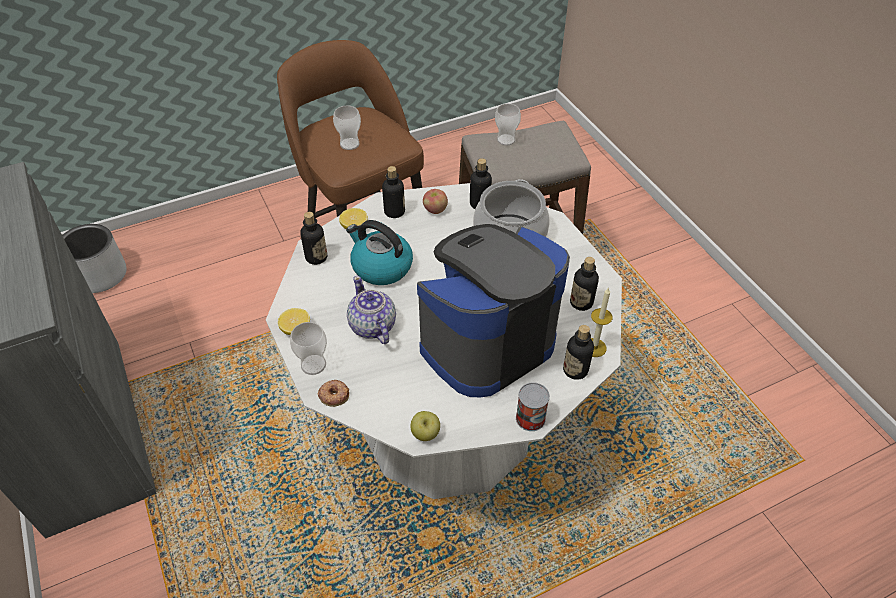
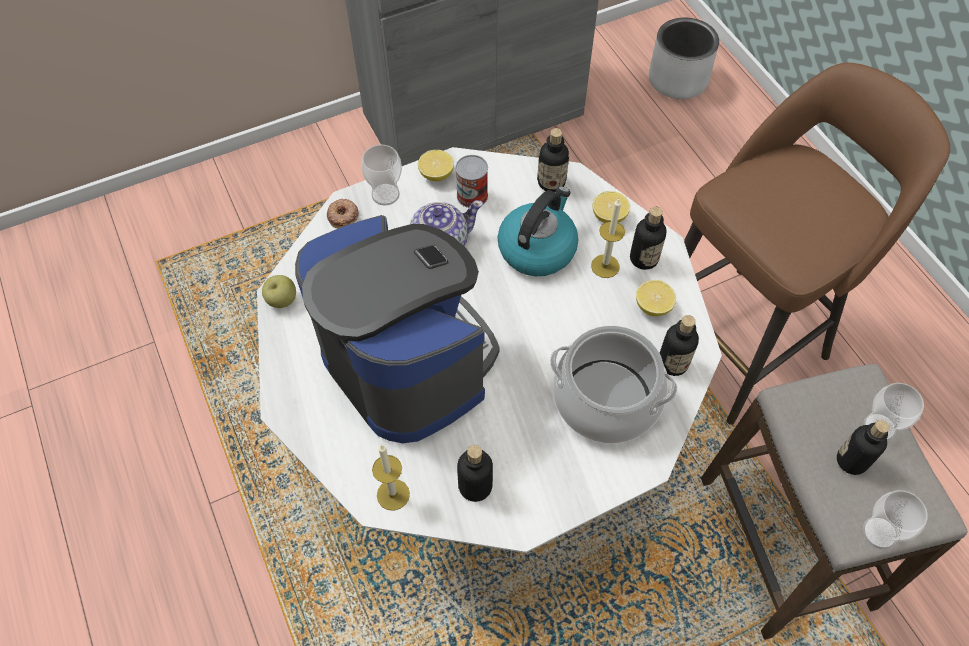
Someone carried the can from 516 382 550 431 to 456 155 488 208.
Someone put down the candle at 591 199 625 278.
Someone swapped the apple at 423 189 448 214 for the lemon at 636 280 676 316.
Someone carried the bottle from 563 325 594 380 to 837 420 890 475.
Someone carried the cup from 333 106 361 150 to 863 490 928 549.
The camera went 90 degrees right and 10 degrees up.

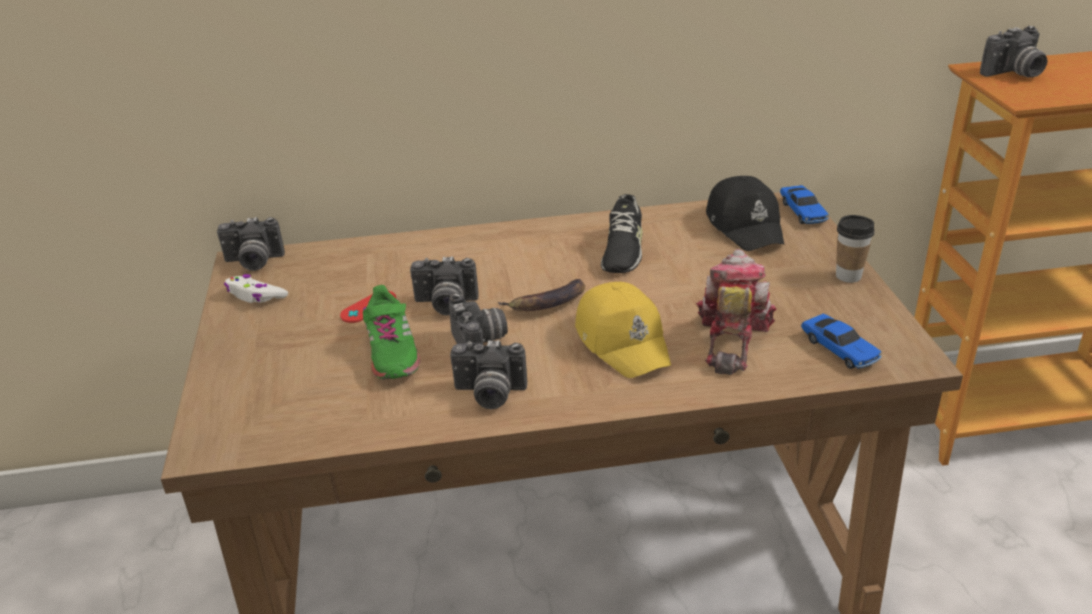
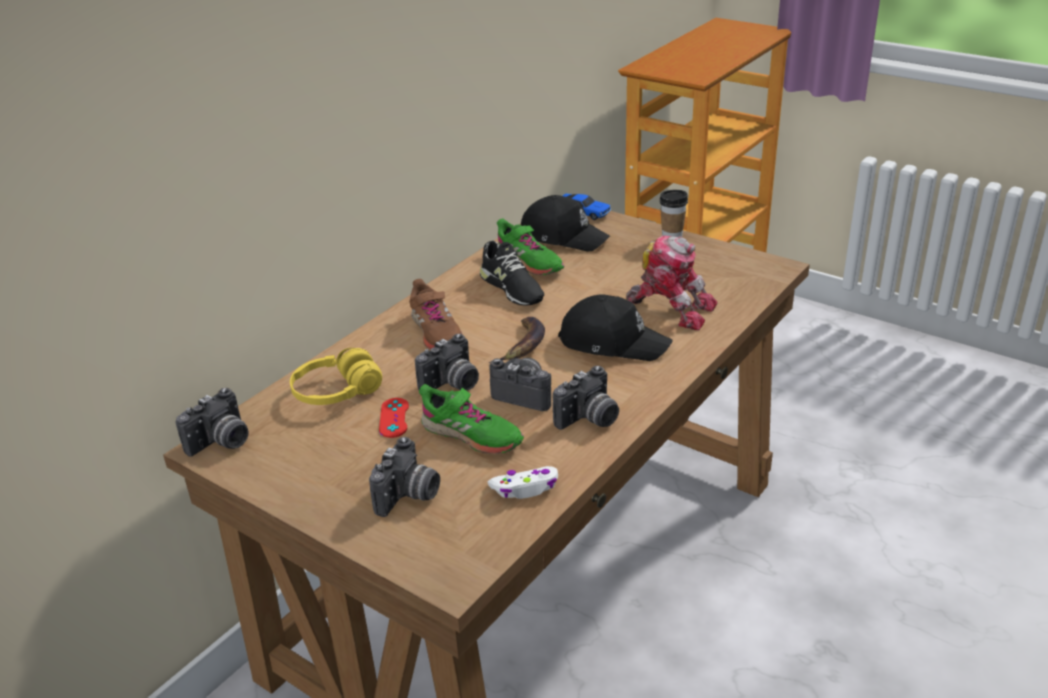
Someone put down the headphones (yellow) at 290 348 382 405.
Someone carried the photo camera from 980 26 1048 77 to 369 437 440 517.
Someone put down the shoe (brown) at 409 279 462 350.
Someone carried the game controller (white) from 224 274 288 303 to 488 466 558 499.
Someone put down the shoe (green) at 497 218 565 275.
Someone repainted the cap (yellow) at 575 282 671 378, which became the cap (black) at 558 294 672 361.
Someone rotated the toy robot at 696 249 777 375 by 150 degrees clockwise.
Someone took away the toy car at 801 314 882 369.
The camera went 45 degrees left and 0 degrees up.

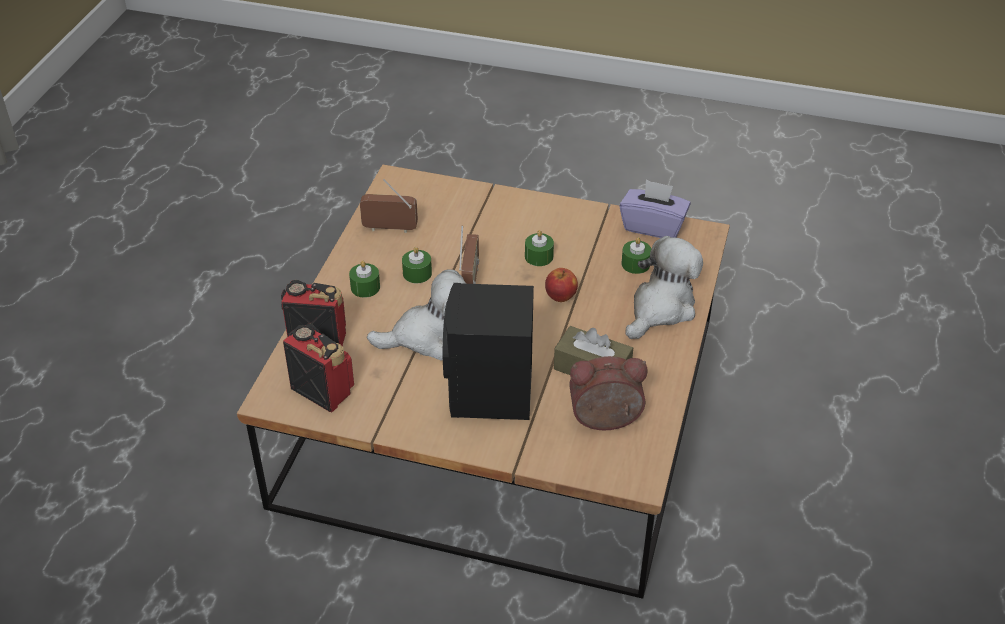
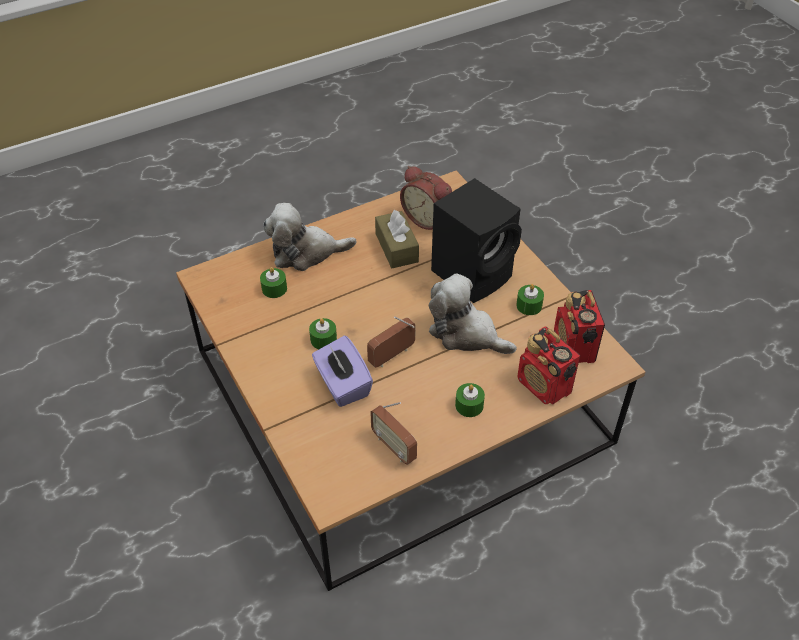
Someone carried the tissue box (purple) from 619 180 691 238 to 312 336 373 407.
Someone carried the candle (green) from 402 247 432 283 to 516 284 544 315.
Someone took away the apple at 545 268 578 302.
The camera went 135 degrees left and 5 degrees up.

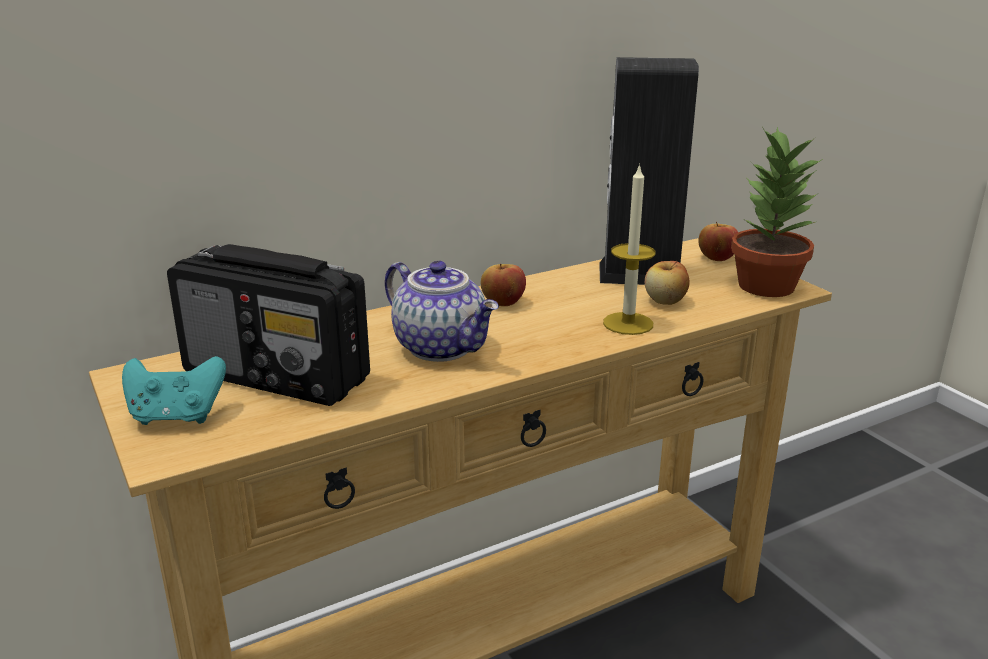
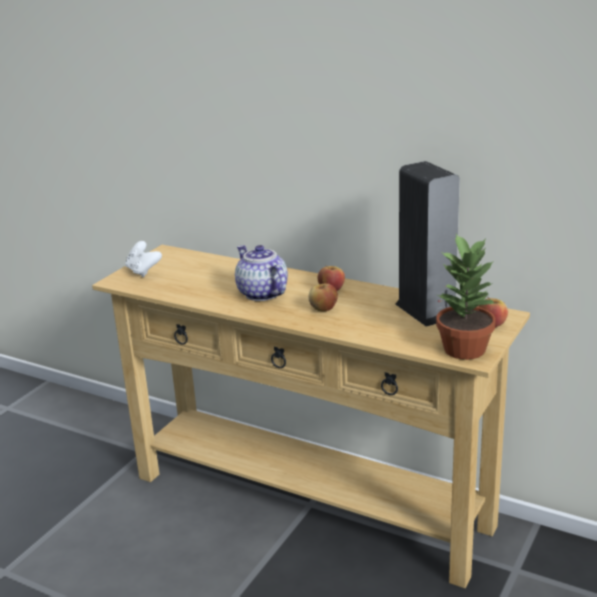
Someone repainted the game controller (turquoise) at 122 356 226 425, which became the game controller (white) at 125 241 162 277.
Someone rotated the teapot at 385 261 499 362 by 135 degrees clockwise.
Someone carried the apple from 645 261 690 305 to 308 283 338 311.
Someone took away the radio at 167 244 370 406.
Someone took away the candle at 603 163 656 335.
The camera went 60 degrees right and 0 degrees up.

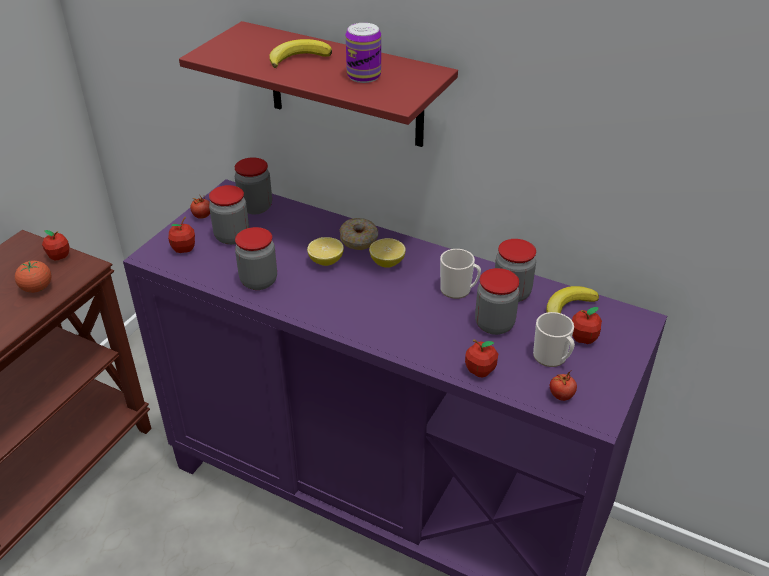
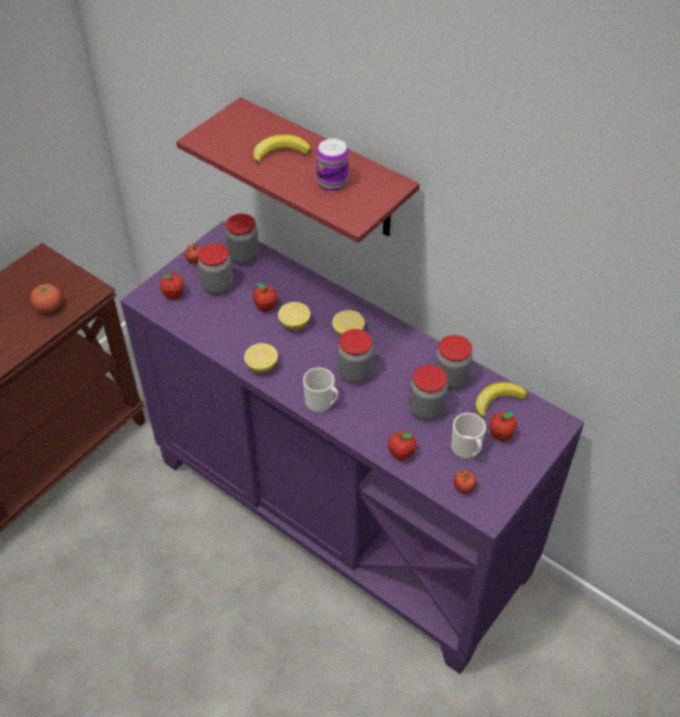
Someone put down the lemon at 244 343 278 372.
Someone carried the apple from 42 230 69 260 to 253 283 277 312.
Someone carried the mug from 440 249 481 299 to 303 367 339 413.
Someone carried the jar from 235 227 277 290 to 338 329 373 384.
Someone took away the donut at 340 218 378 250.
The camera went 10 degrees right and 10 degrees up.

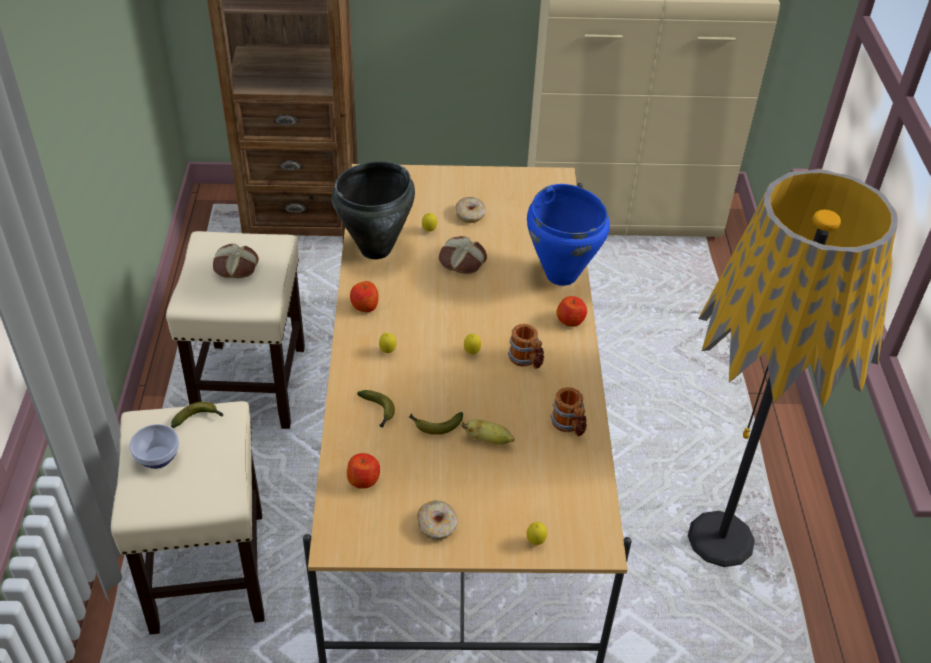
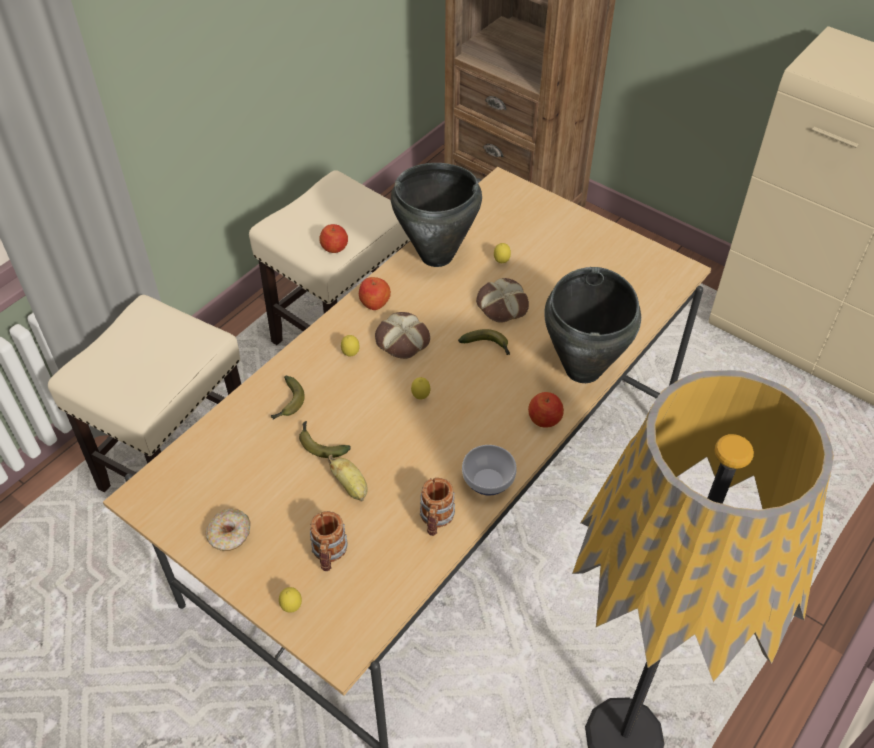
Someone carried the mug from 508 324 544 369 to 310 511 348 571.
Someone carried the apple from 347 453 380 489 to 319 224 348 253.
Someone carried the bread from 213 244 259 278 to 375 312 430 359.
Someone carried the banana from 171 402 224 428 to 458 329 510 355.
Someone carried the bowl from 129 424 179 469 to 462 445 517 496.
Someone repainted the cooking pot (blue) at 527 184 610 286, which became the cooking pot (black) at 544 267 641 383.
Someone took away the donut at 456 197 486 223.
The camera went 40 degrees right and 5 degrees up.

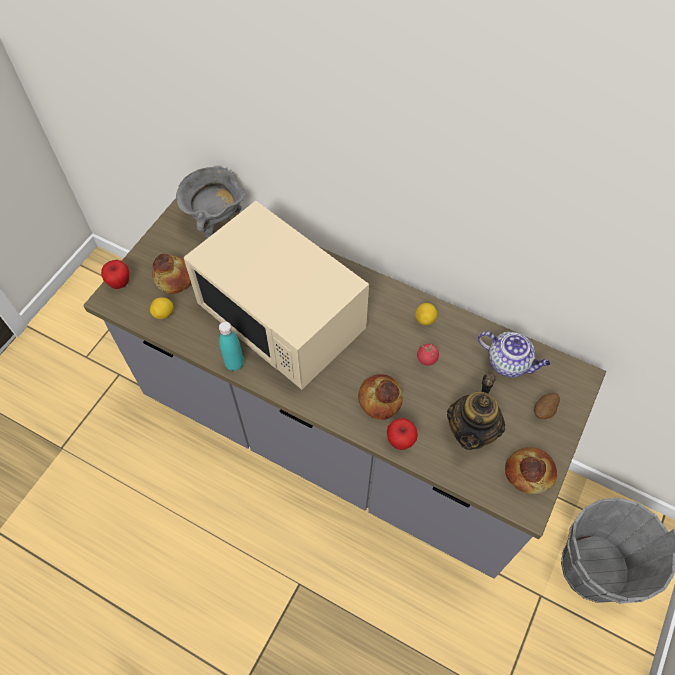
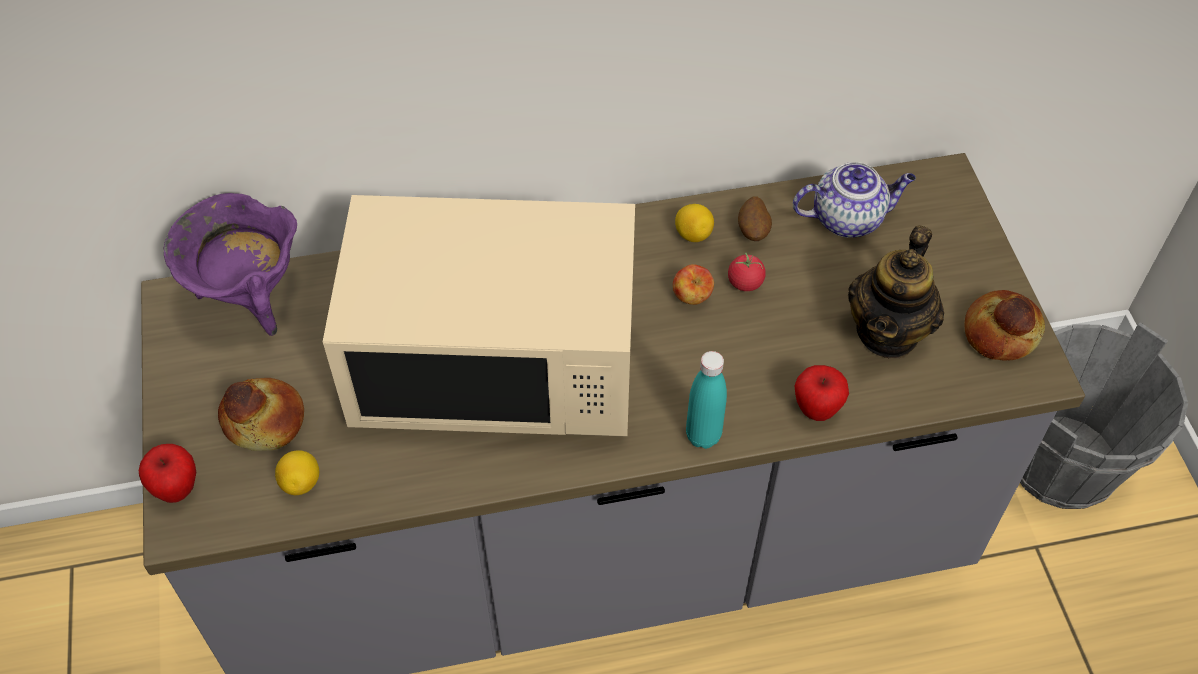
Someone repainted the cooking pot (grey) at 176 167 245 238, which became the cooking pot (purple) at 163 193 297 336.
Someone put down the apple at 673 264 714 305.
Someone carried the bottle (turquoise) from 219 321 244 371 to 686 351 727 449.
Someone carried the potato from 534 393 560 419 to 738 196 772 241.
Someone rotated the teapot at 447 373 505 450 by 45 degrees clockwise.
Someone took away the bread at 358 374 403 420.
The camera went 40 degrees left and 5 degrees down.

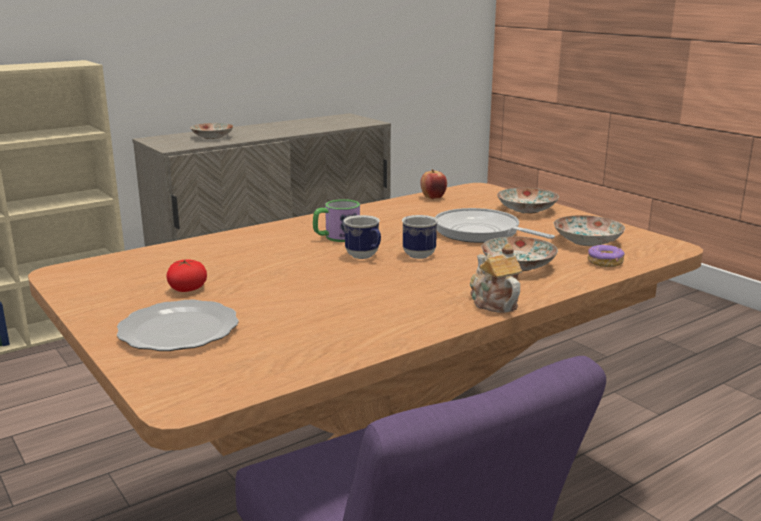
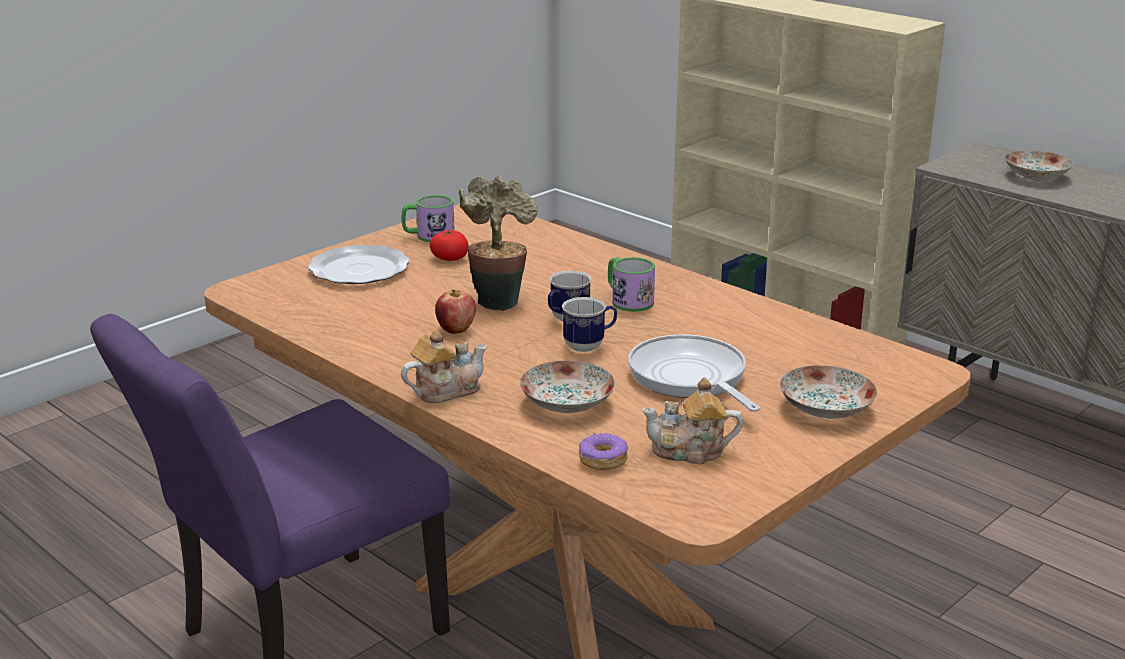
Someone put down the mug at 402 195 455 242.
Someone carried the apple from 420 169 447 199 to 435 290 476 334.
Someone put down the potted plant at 459 176 538 311.
Someone rotated the frying pan at 435 208 555 243 by 60 degrees counterclockwise.
Someone swapped the plate at 554 215 625 247 for the teapot at 642 377 743 464.
The camera went 80 degrees right and 5 degrees up.

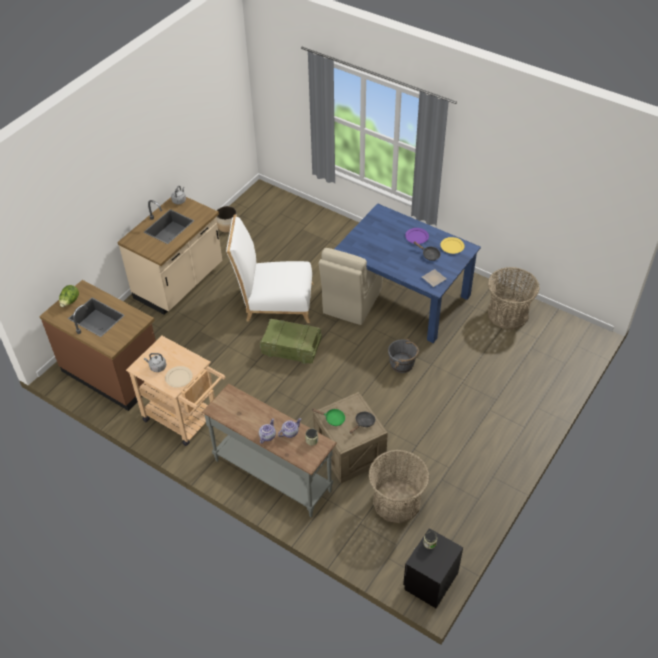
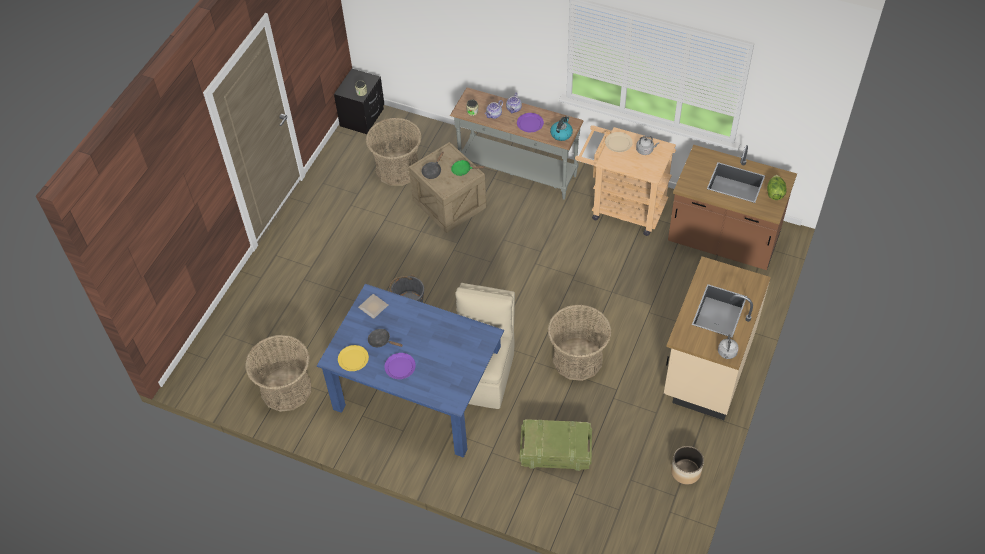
Someone put down the plate (purple) at 517 113 544 132.
Someone carried the crate from 260 319 322 364 to 519 419 592 471.
Someone swapped the chair (white) at 226 214 313 323 for the basket at 548 304 611 381.
Someone put down the kettle at 550 116 573 141.
The camera went 170 degrees right and 5 degrees up.

